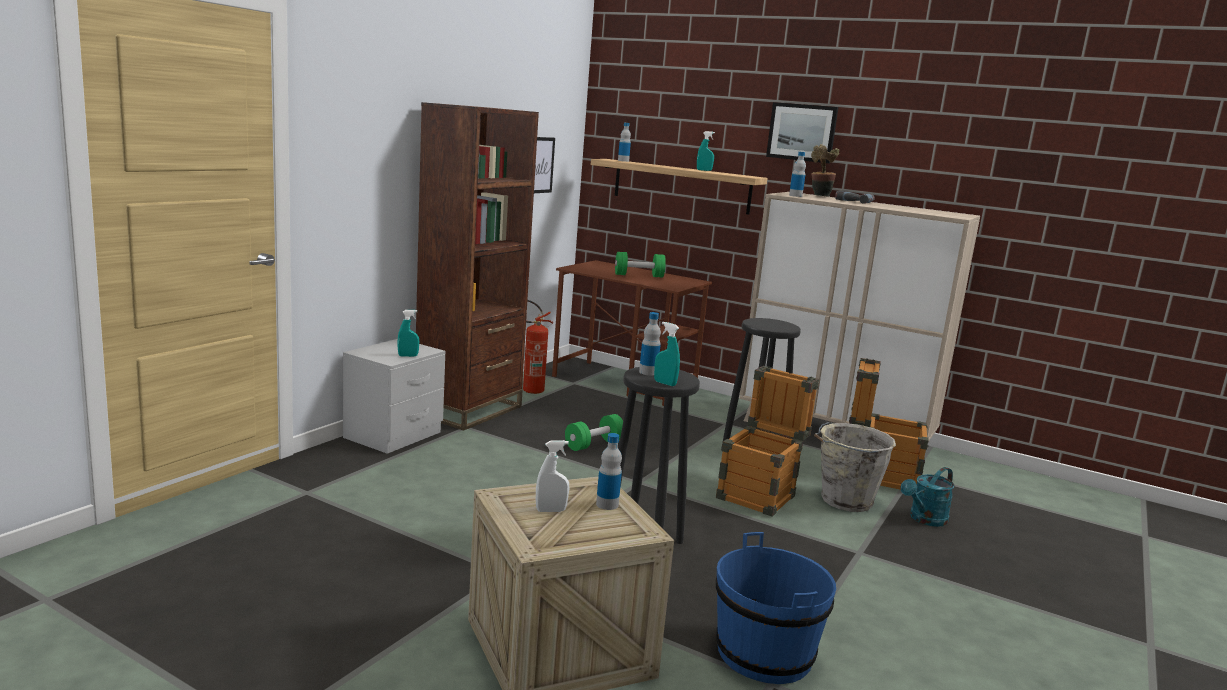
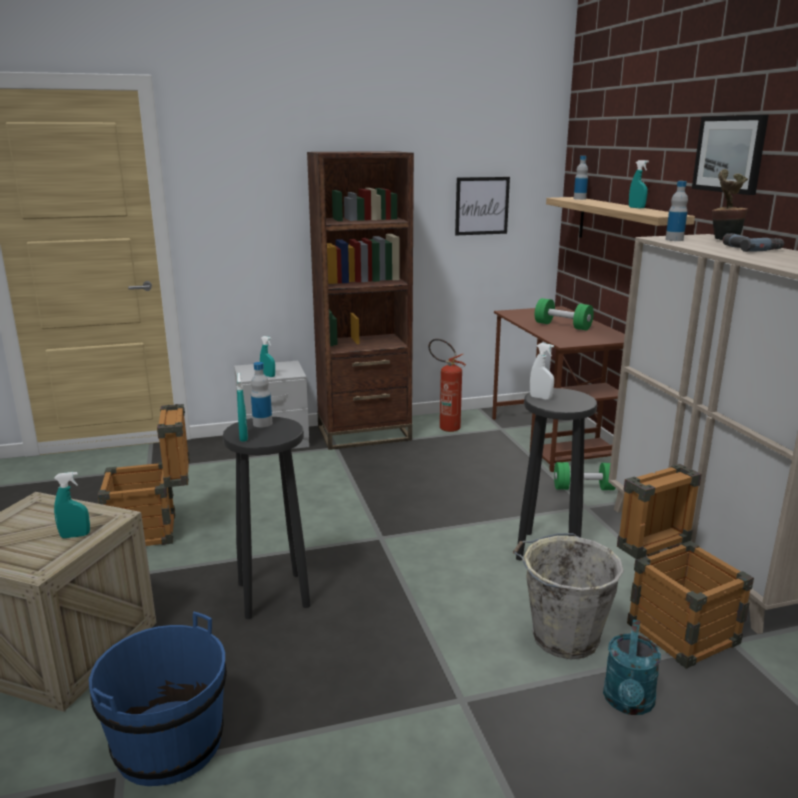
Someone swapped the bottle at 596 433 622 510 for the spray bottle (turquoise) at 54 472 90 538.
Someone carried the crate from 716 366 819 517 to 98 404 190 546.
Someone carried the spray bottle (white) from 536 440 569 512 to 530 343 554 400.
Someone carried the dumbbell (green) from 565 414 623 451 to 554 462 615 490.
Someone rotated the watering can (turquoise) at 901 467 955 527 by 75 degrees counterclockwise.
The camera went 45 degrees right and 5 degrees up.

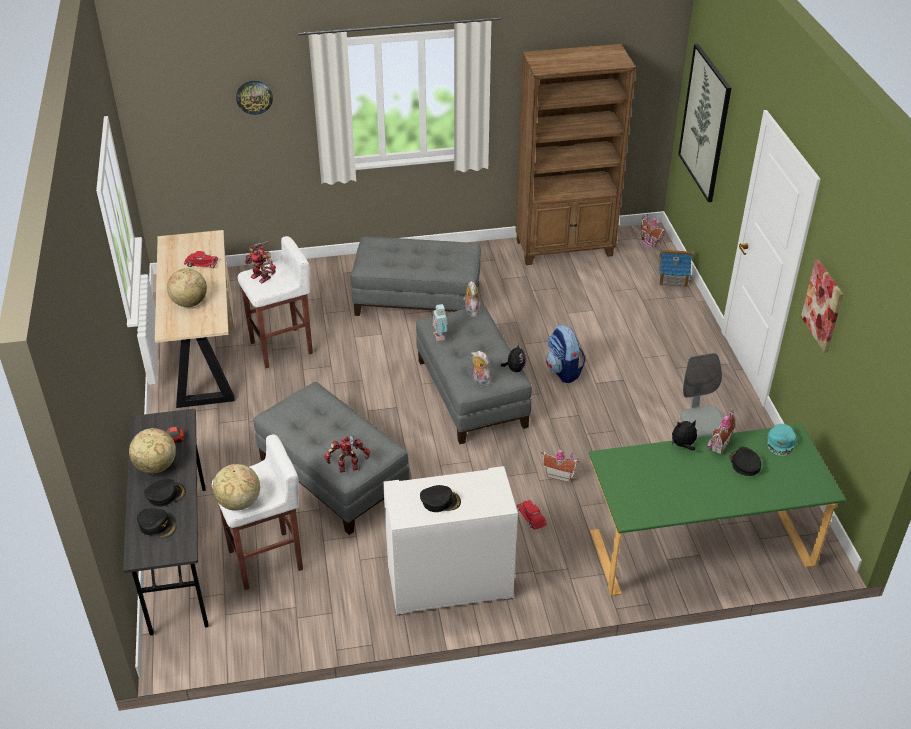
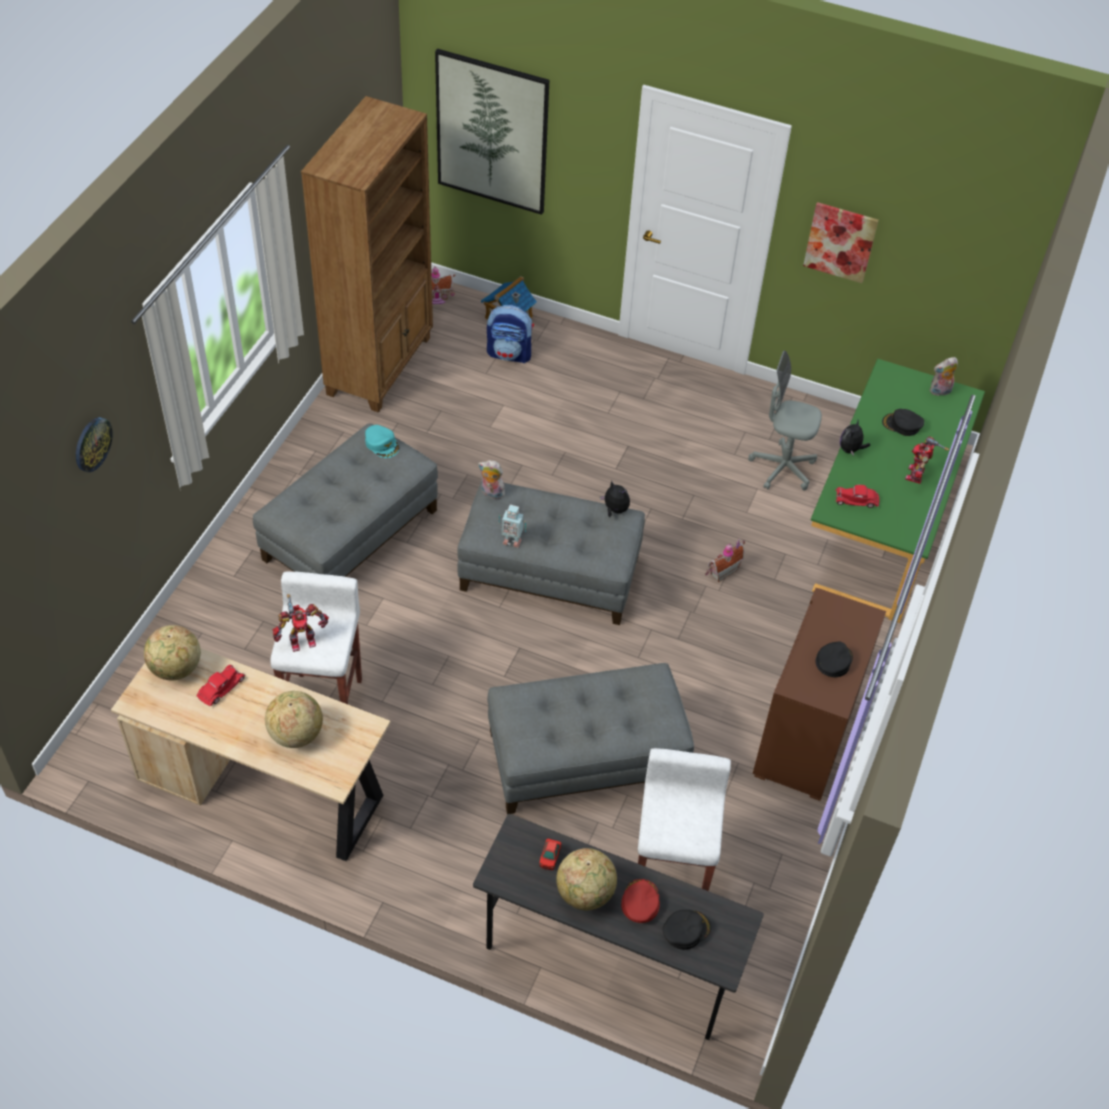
Someone carried the globe from 213 464 260 511 to 144 625 201 680.
Someone carried the cap (turquoise) from 767 424 796 456 to 365 425 399 458.
Someone carried the backpack from 546 324 586 383 to 487 305 534 363.
Someone repainted the cap (black) at 144 479 186 506, which became the cap (red) at 621 879 660 923.
Someone repainted the dresser (white) at 383 466 518 616, which became the dresser (brown) at 753 588 886 801.
Someone carried the toy car (red) from 516 500 547 529 to 836 485 879 508.
Someone carried the toy robot from 324 435 370 473 to 905 437 949 484.
Someone carried the plush toy from 471 351 491 387 to 930 357 958 396.
Someone took away the toy house at 707 408 735 454.
The camera went 60 degrees left and 10 degrees up.

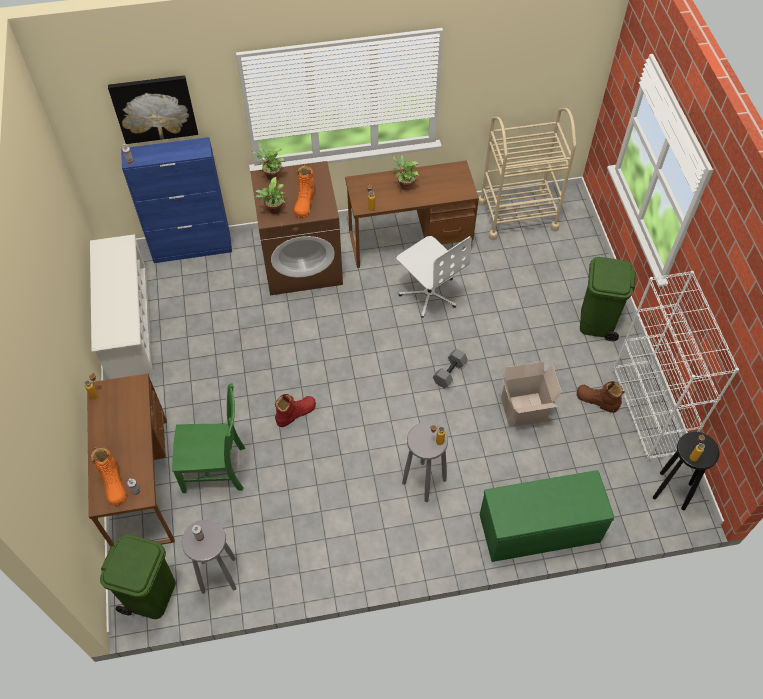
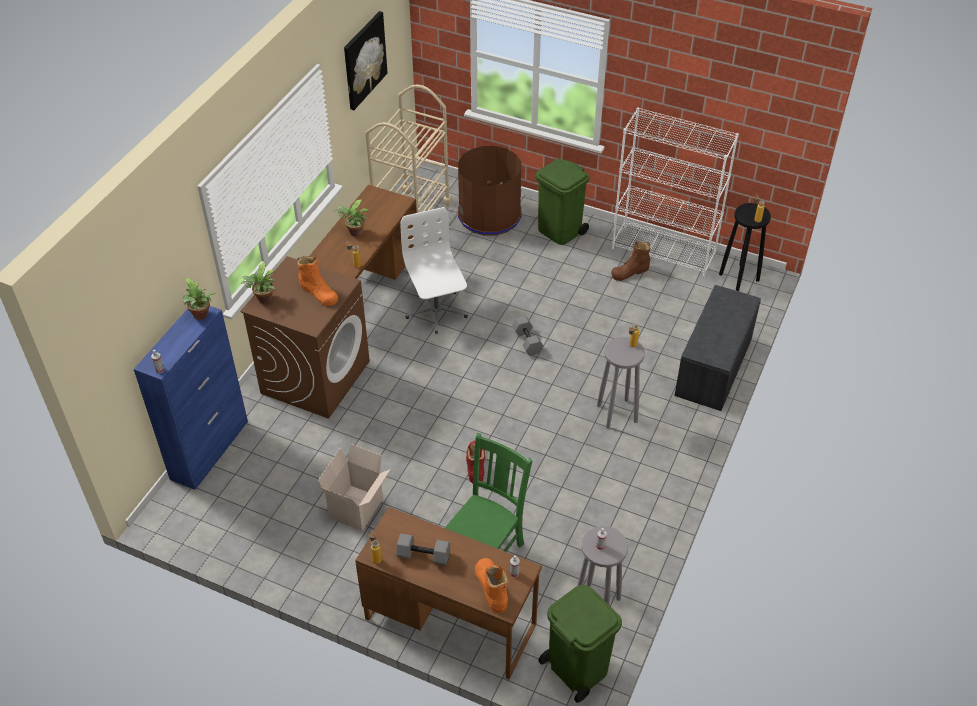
Someone carried the potted plant from 255 177 286 214 to 182 278 216 320.
Someone carried the cardboard box from 501 361 562 427 to 318 444 391 531.
Someone carried the picture from 108 75 198 144 to 344 11 388 110.
Someone put down the dumbbell (grey) at 396 533 450 565.
Someone rotated the office chair (white) at 396 236 472 318 by 105 degrees counterclockwise.
Someone put down the trash can (brown) at 458 146 522 235.
Someone rotated the boot (orange) at 90 447 127 506 by 120 degrees counterclockwise.
Someone repainted the bench (green) at 480 470 615 562, which became the bench (grey) at 674 285 761 411.
Someone took away the shoe rack (white) at 90 234 153 379.
The camera went 55 degrees left and 10 degrees down.

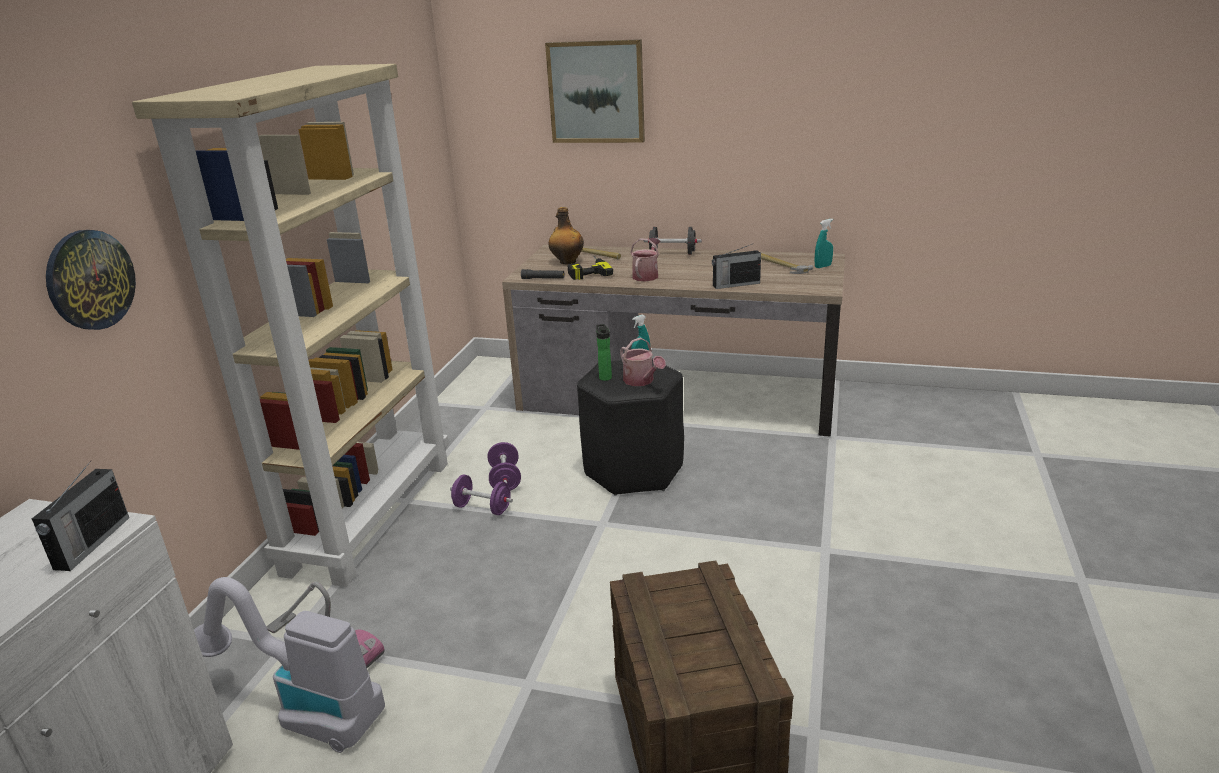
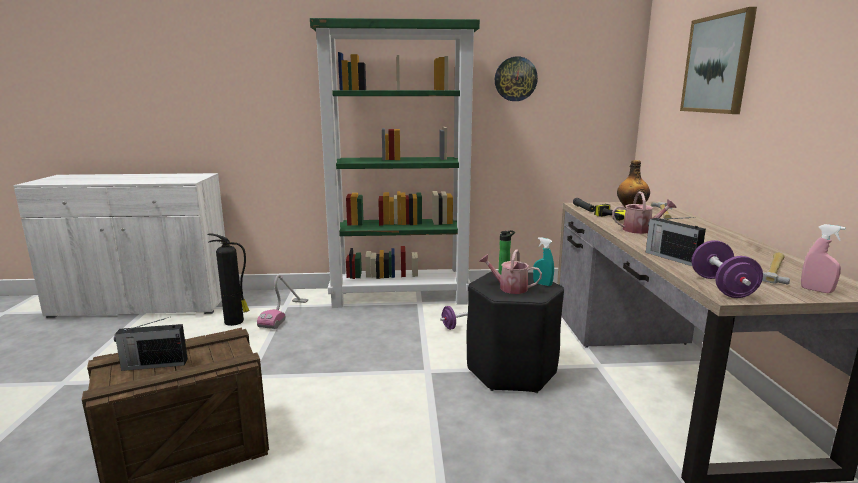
Someone carried the radio from 32 461 129 571 to 114 317 188 371.
Someone swapped the vacuum cleaner at 194 577 385 753 for the fire extinguisher at 207 233 249 326.
Someone repainted the bookcase (beige) at 132 64 449 587, which became the bookcase (green) at 310 18 480 308.
Someone rotated the watering can at 620 337 666 386 by 75 degrees clockwise.
Someone carried the wall clock from 46 230 136 330 to 495 56 538 101.
Someone carried the dumbbell (purple) from 450 475 513 515 to 692 240 763 298.
Someone repainted the spray bottle (turquoise) at 815 219 833 268, which became the spray bottle (pink) at 801 224 846 293.
Someone took away the dumbbell (black) at 644 227 702 255.
The camera went 70 degrees right and 10 degrees down.

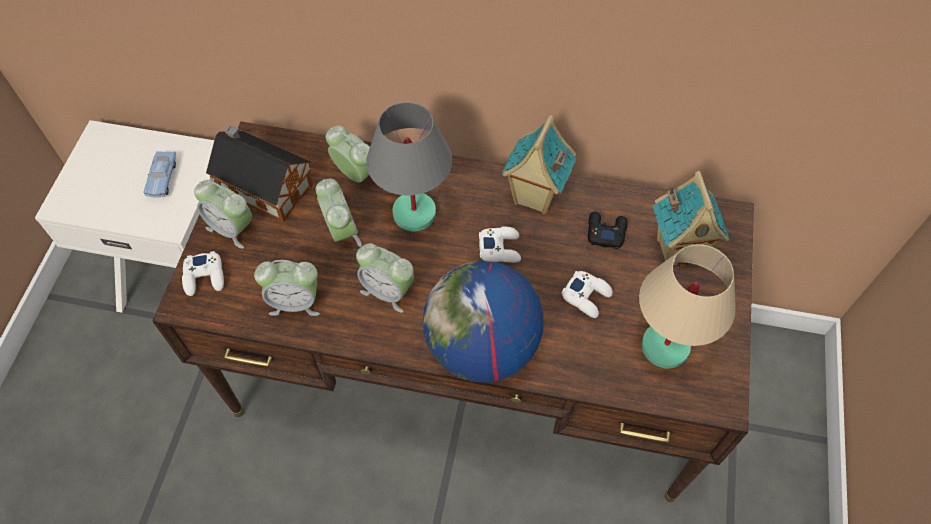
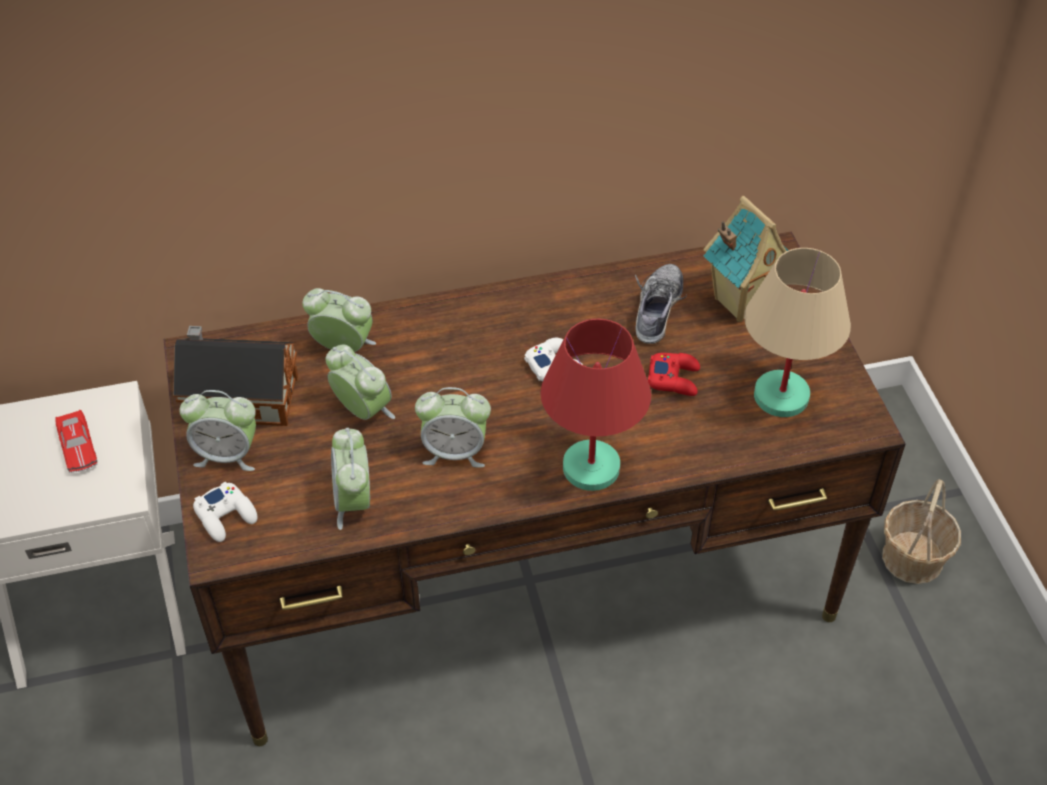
Someone repainted the toy car (blue) at 143 151 176 198, which became the toy car (red) at 55 410 98 473.
Someone rotated the alarm clock at 254 260 320 316 by 105 degrees clockwise.
Someone swapped the globe at 423 261 544 383 for the table lamp (red) at 541 319 651 491.
Someone swapped the game controller (black) at 588 212 628 249 for the shoe at 635 264 688 344.
Someone repainted the game controller (white) at 561 271 613 318, which became the game controller (red) at 648 353 700 396.
Someone put down the basket at 882 479 961 584.
Someone took away the table lamp (grey) at 366 102 452 231.
Someone took away the toy house at 502 115 576 215.
The camera went 25 degrees left and 10 degrees down.

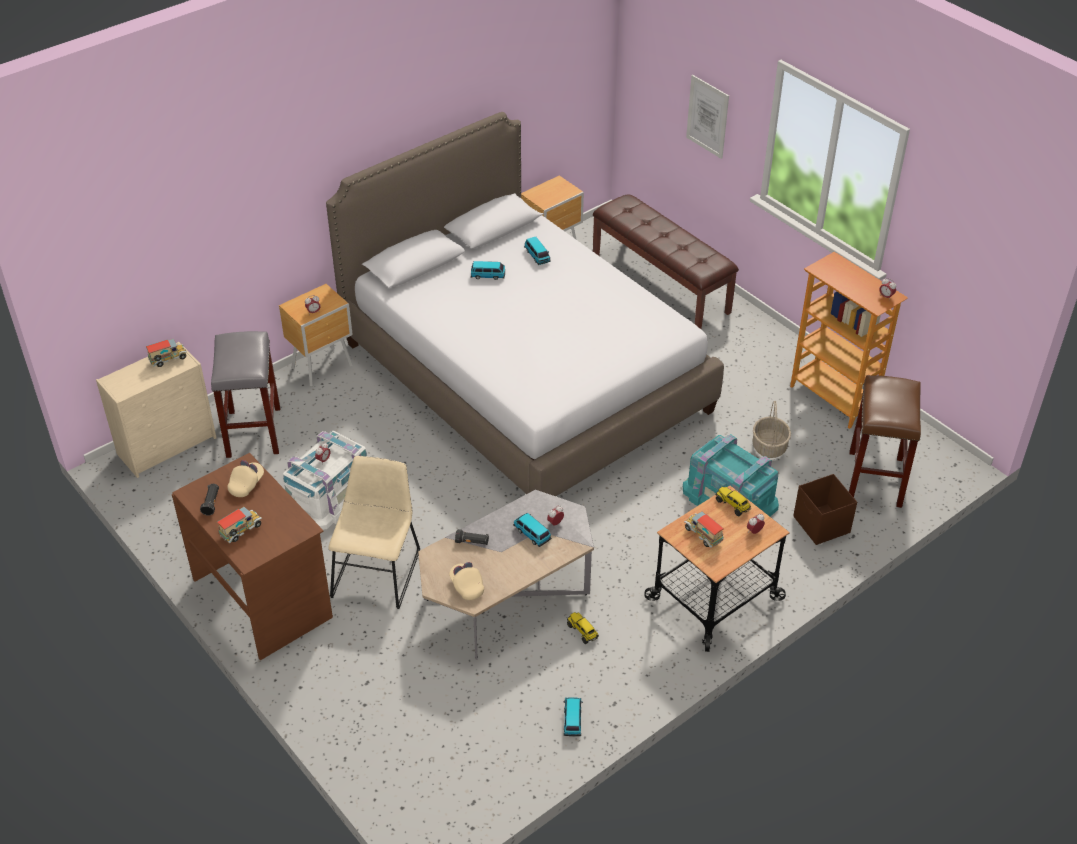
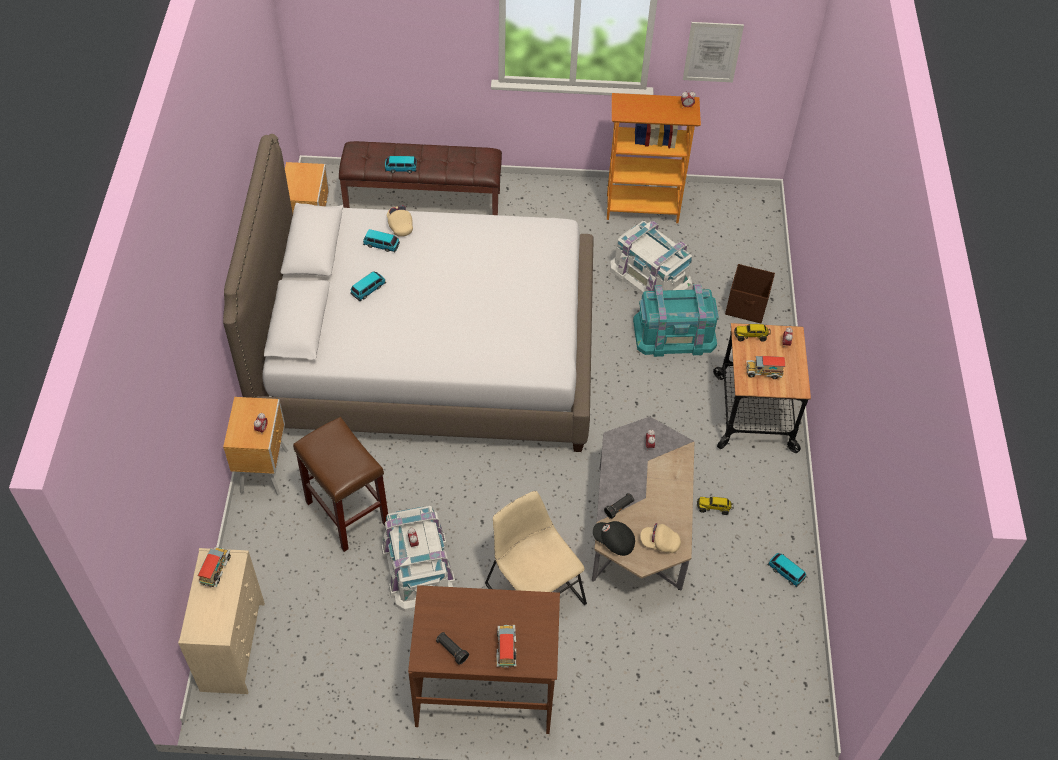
Someone carried the stool (brown) from 849 375 921 508 to 293 417 388 552.
Someone carried the toy car from 513 513 551 547 to 385 156 417 173.
Someone carried the cap (beige) from 227 460 264 497 to 387 205 413 237.
Someone put down the cap (black) at 593 521 635 556.
Someone swapped the basket at 753 401 791 458 for the storage box (white) at 610 221 692 295.
Someone carried the picture from 686 75 729 159 to 683 22 744 82.
Someone took away the stool (grey) at 211 331 280 458.
The camera went 50 degrees left and 10 degrees up.

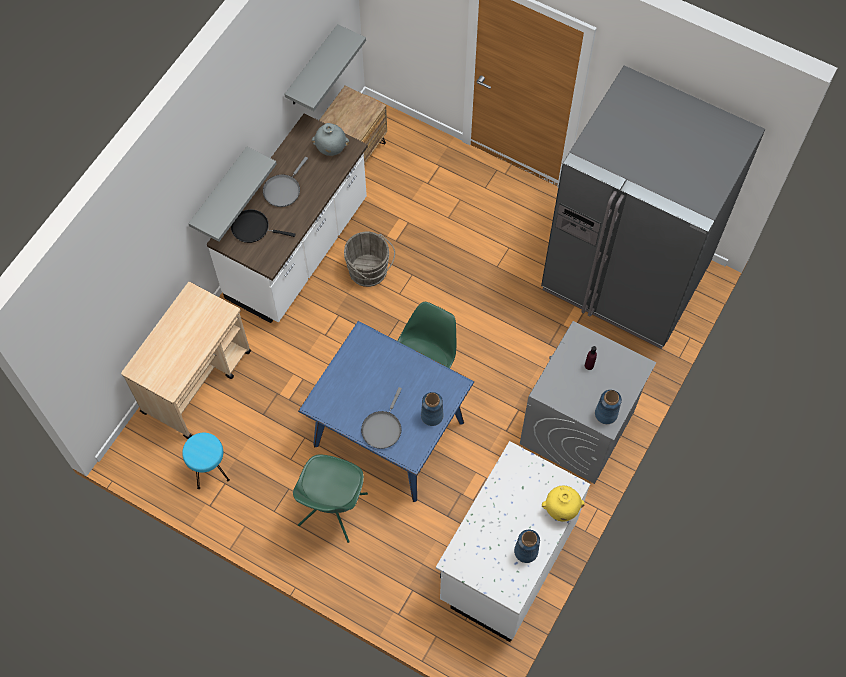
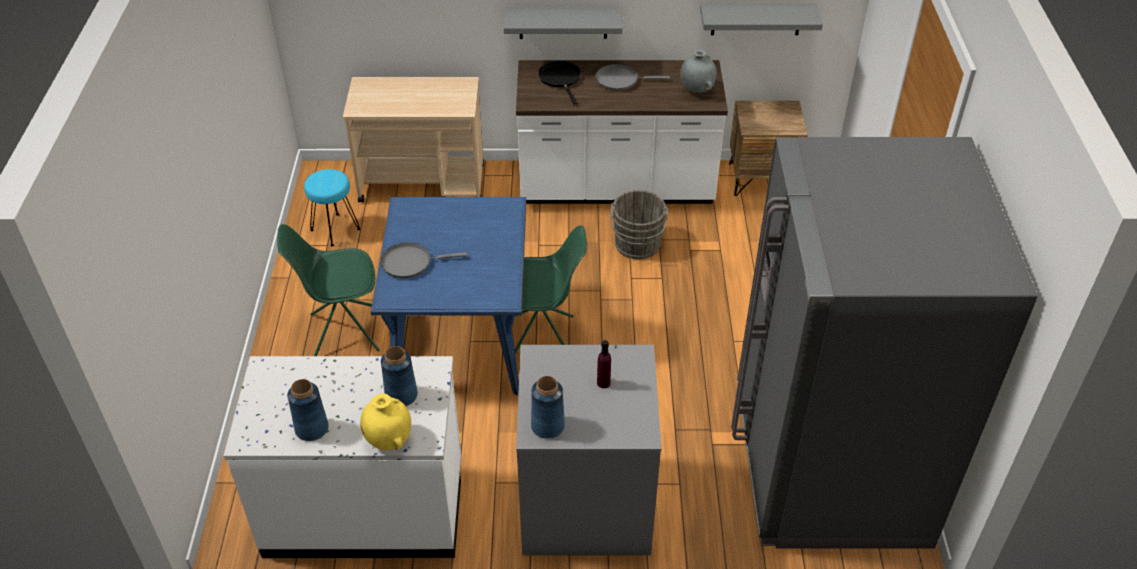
Someone carried the vase (blue) from 421 392 444 426 to 381 346 418 406.
The camera went 60 degrees right and 20 degrees down.

